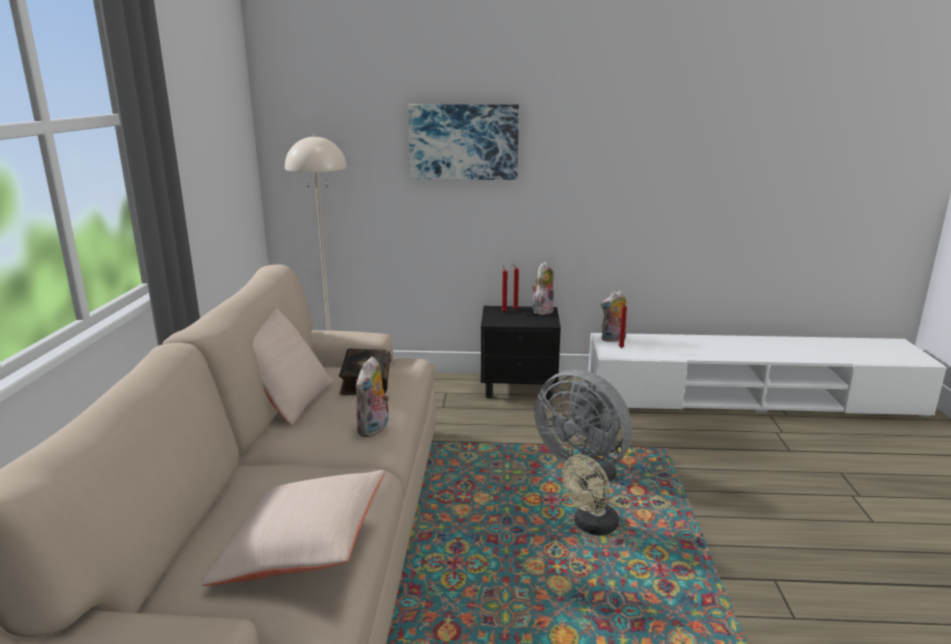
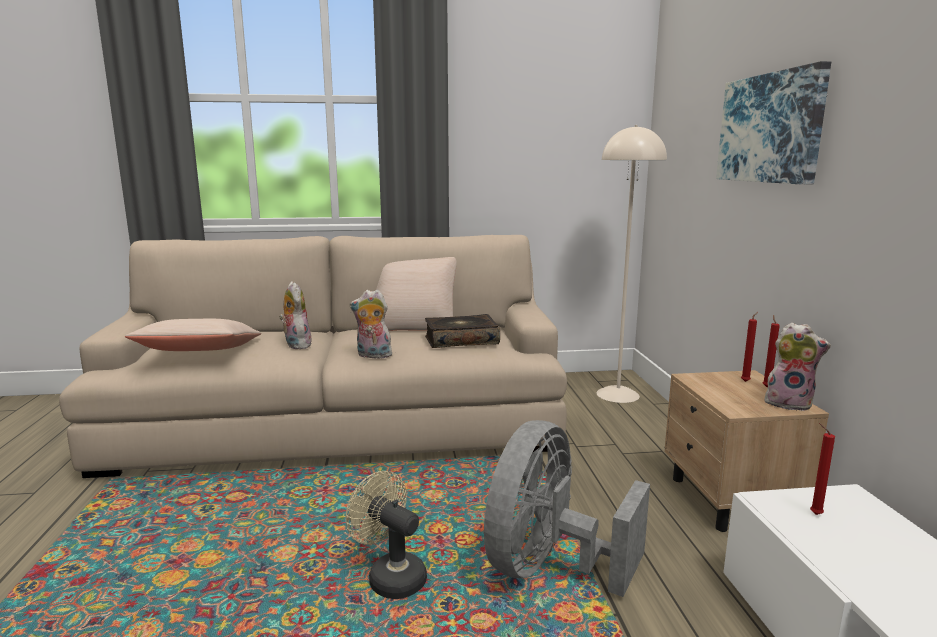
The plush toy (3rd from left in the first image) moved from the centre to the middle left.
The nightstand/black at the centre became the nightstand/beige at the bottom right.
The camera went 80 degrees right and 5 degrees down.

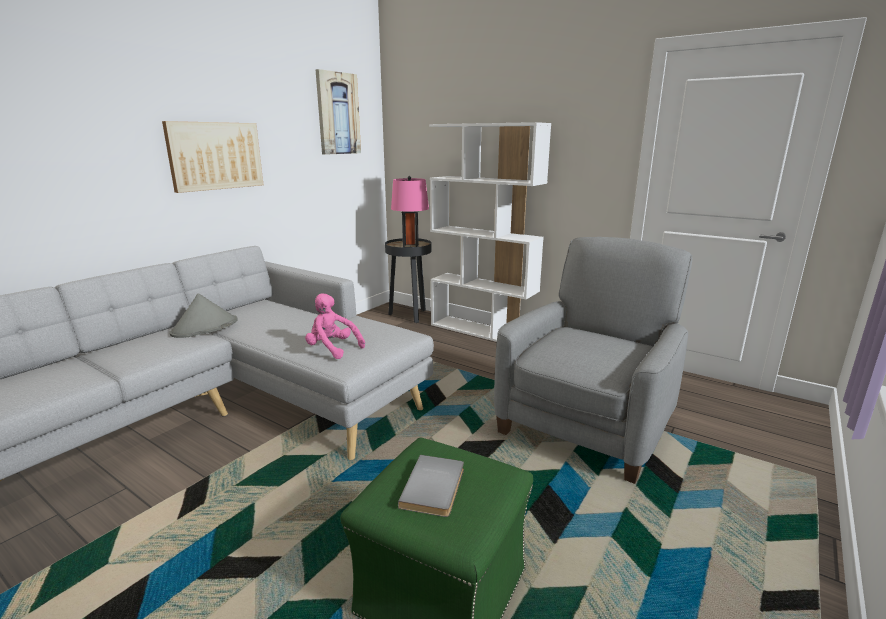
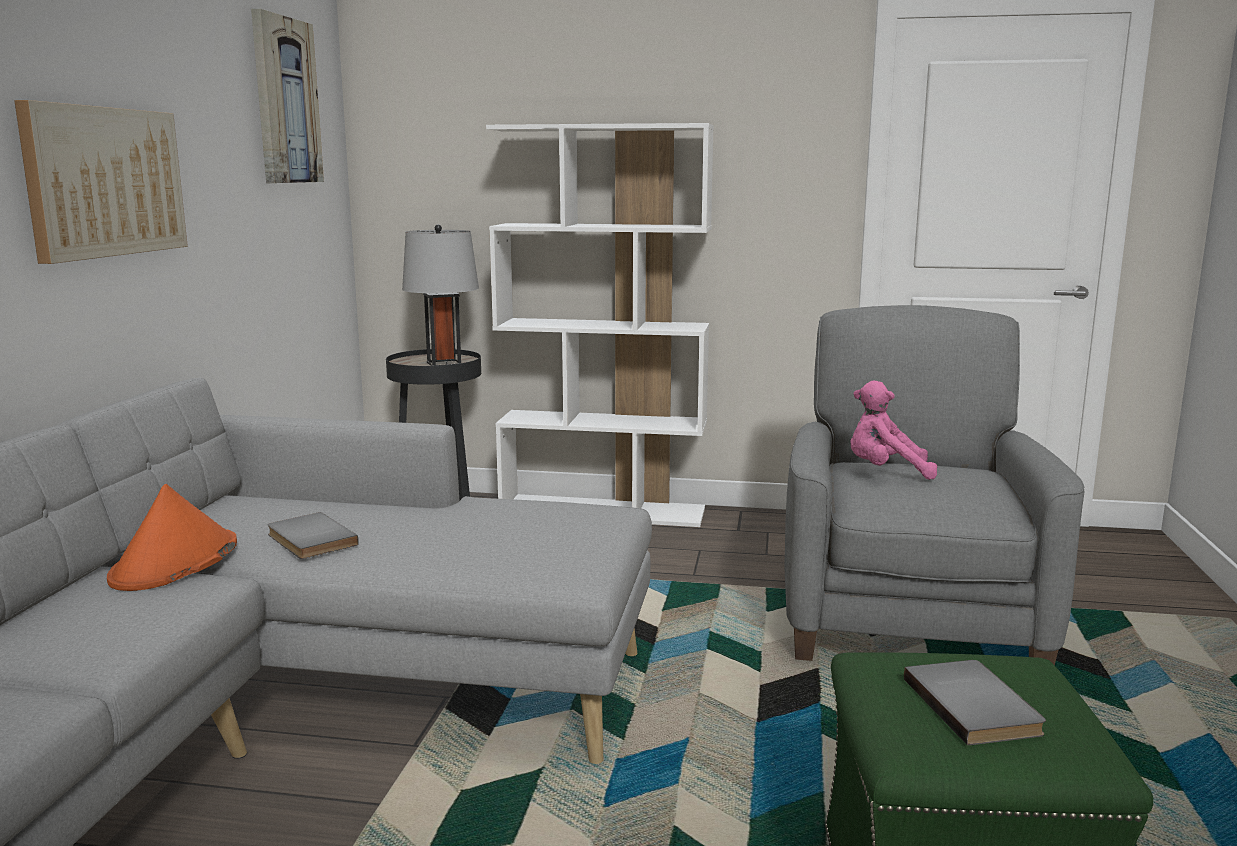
The table lamp/pink at the centre became the table lamp/grey at the centre.
The hat/grey at the middle left became the hat/orange at the middle left.
The plush toy/pink moved from the centre to the middle right.
The book/grey (1st from left) at the middle left appeared.
The camera went 25 degrees left and 5 degrees down.

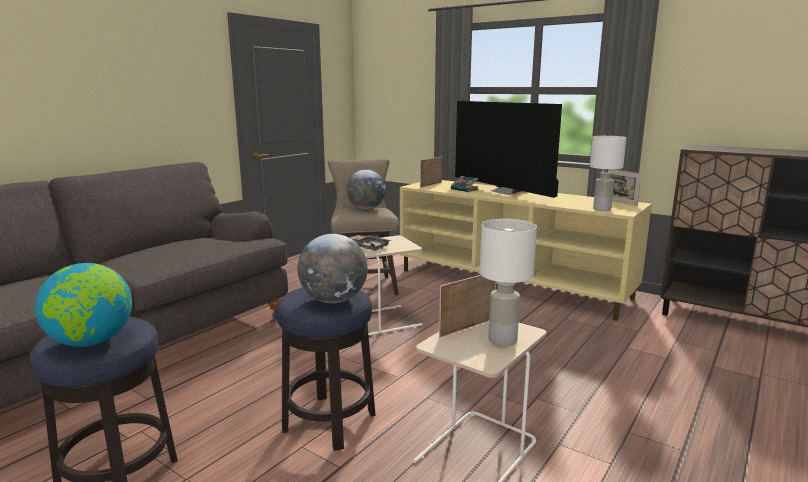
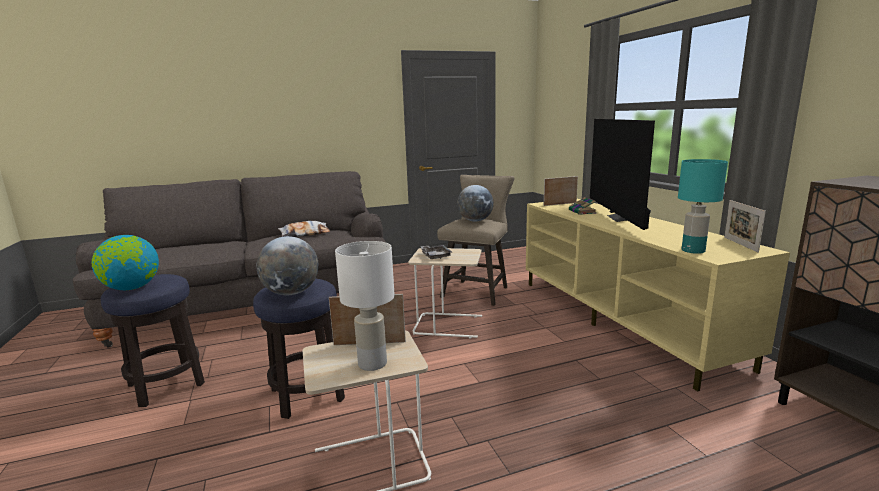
The table lamp/white (2nd from left) at the middle right became the table lamp/turquoise at the middle right.
The pillow at the centre appeared.
The camera went 35 degrees right and 0 degrees up.

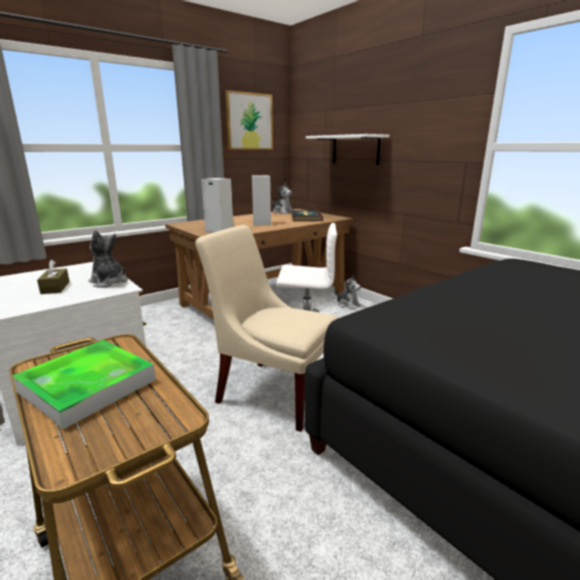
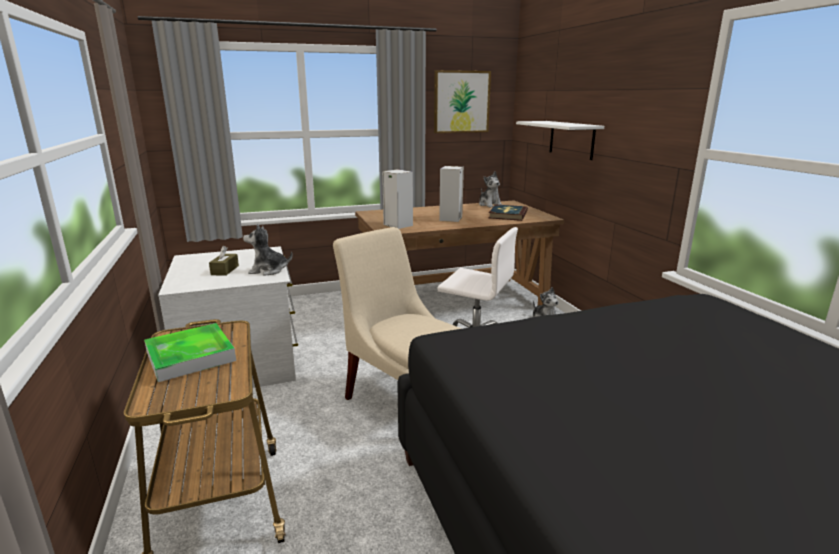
The plush toy (1st from left) at the middle left turned 60 degrees counterclockwise.
The camera went 20 degrees right and 0 degrees up.

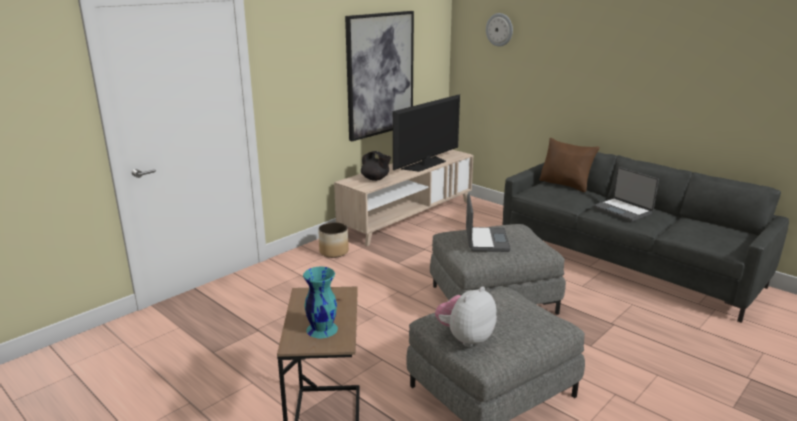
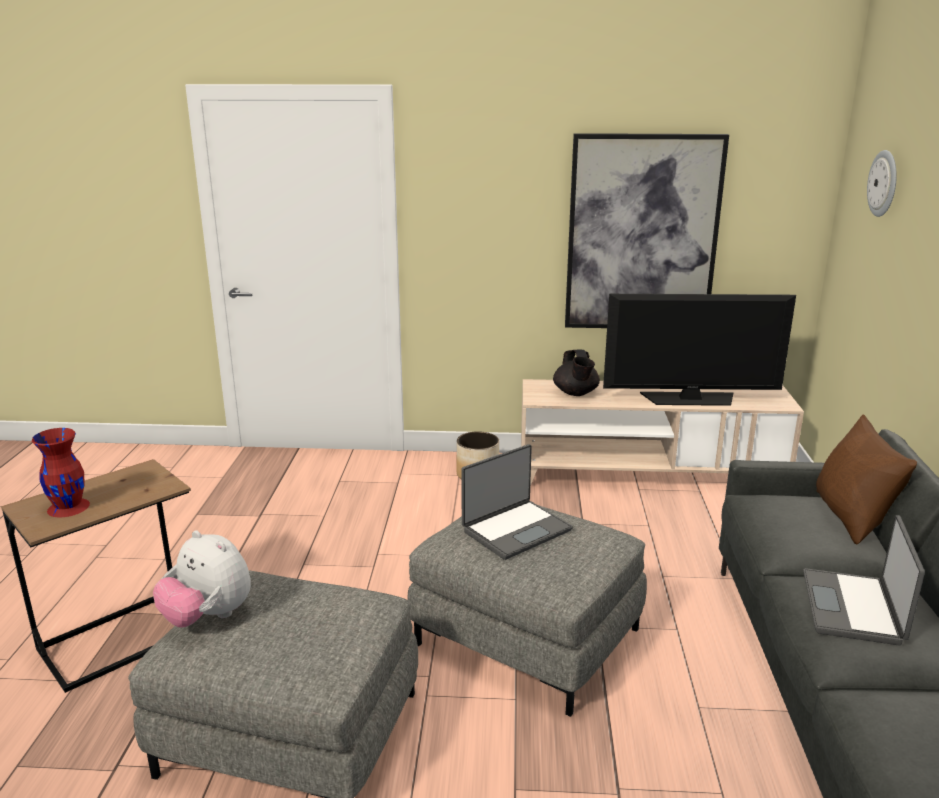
The vase/turquoise at the bottom centre became the vase/red at the middle left.
The plush toy at the bottom centre turned 150 degrees counterclockwise.
The camera went 50 degrees right and 0 degrees up.

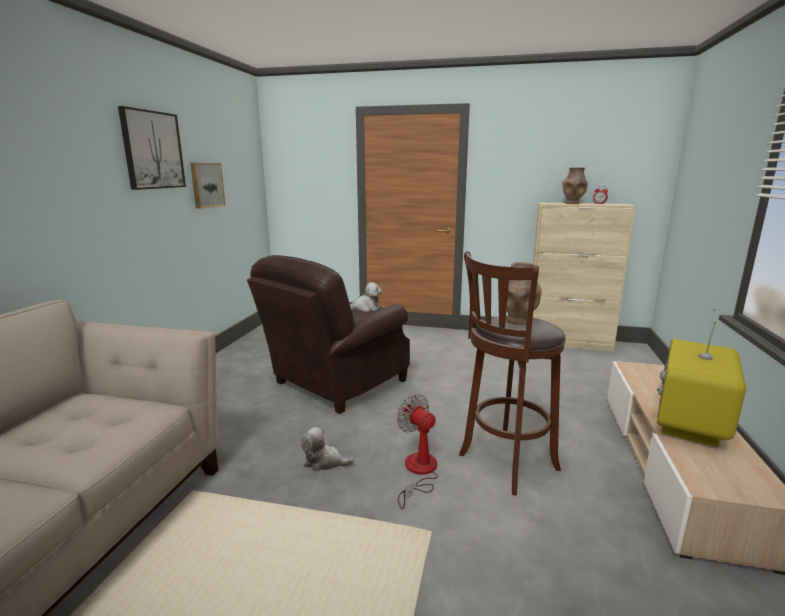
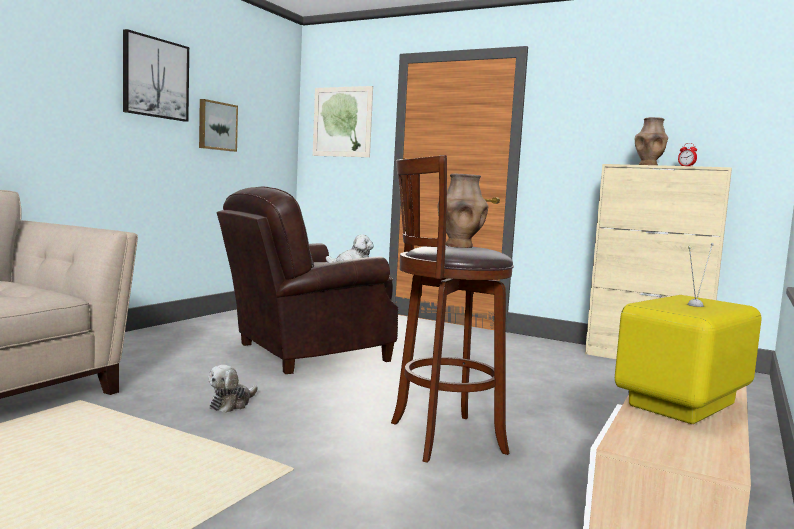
The fan at the bottom centre disappeared.
The plush toy (1st from left) at the bottom centre turned 90 degrees counterclockwise.
The picture (3rd from left) at the top centre appeared.
The camera went 15 degrees right and 10 degrees down.

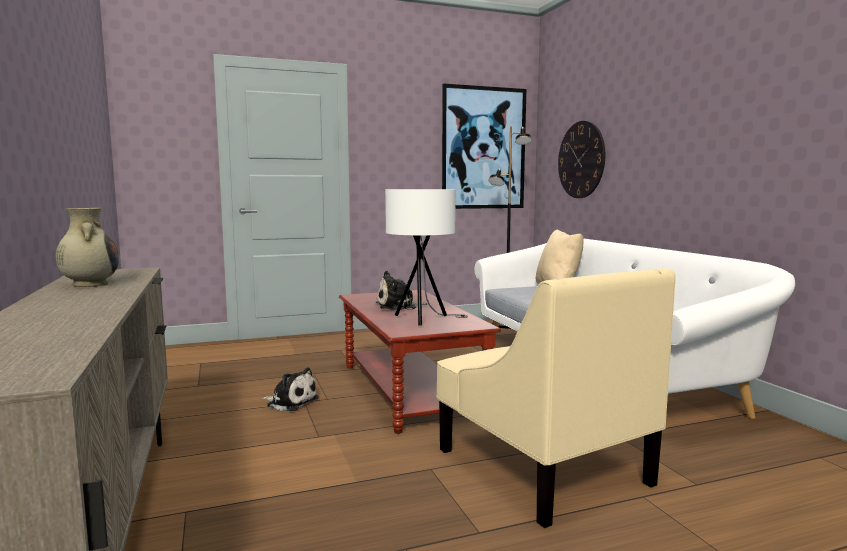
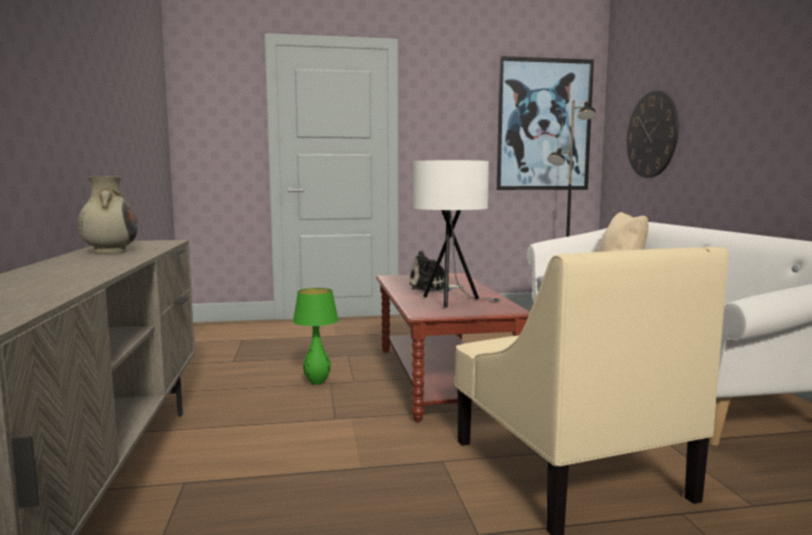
The plush toy (1st from left) at the bottom centre was replaced by the table lamp/green at the centre.
The camera went 10 degrees right and 0 degrees up.

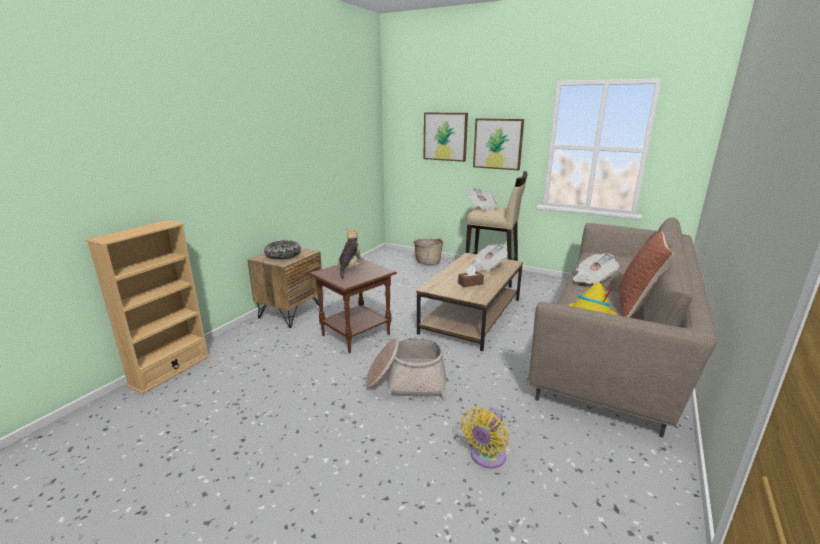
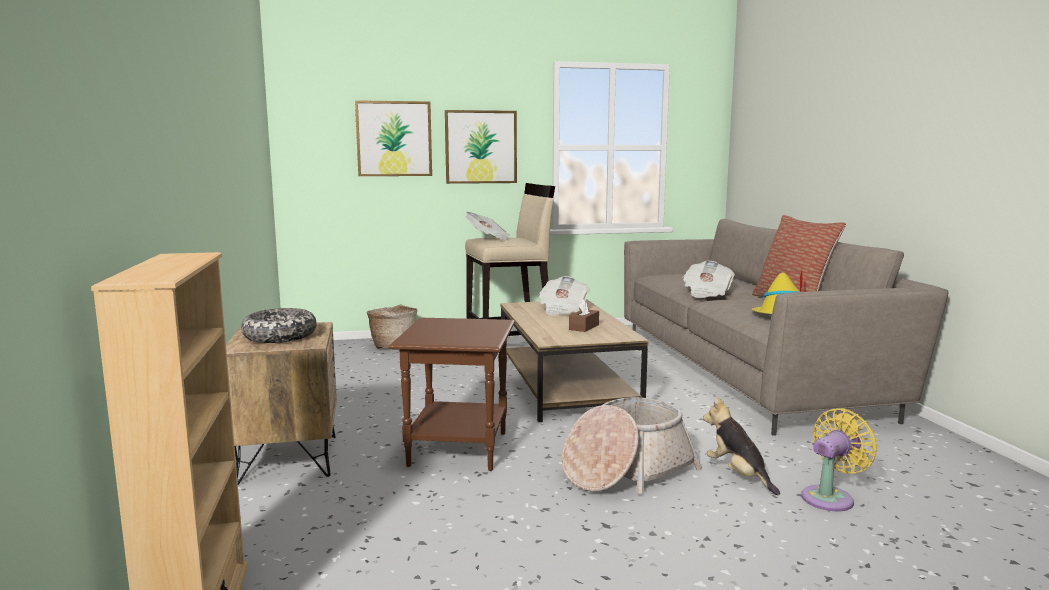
The plush toy moved from the centre to the bottom right.
The fan/yellow at the bottom centre turned 120 degrees counterclockwise.
The camera went 40 degrees left and 10 degrees down.

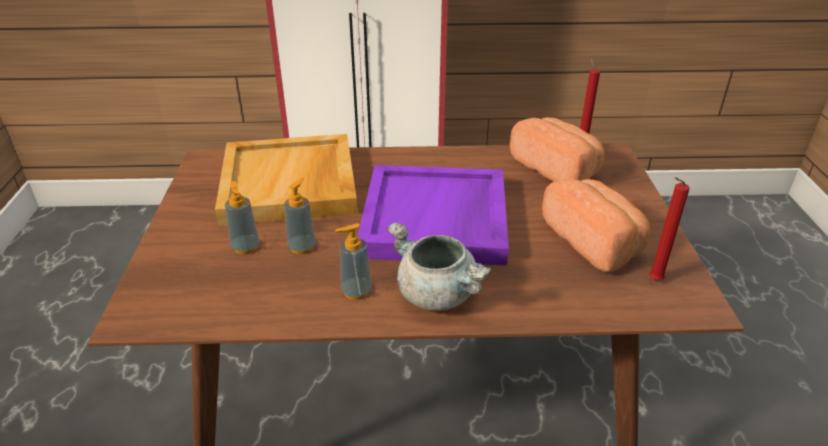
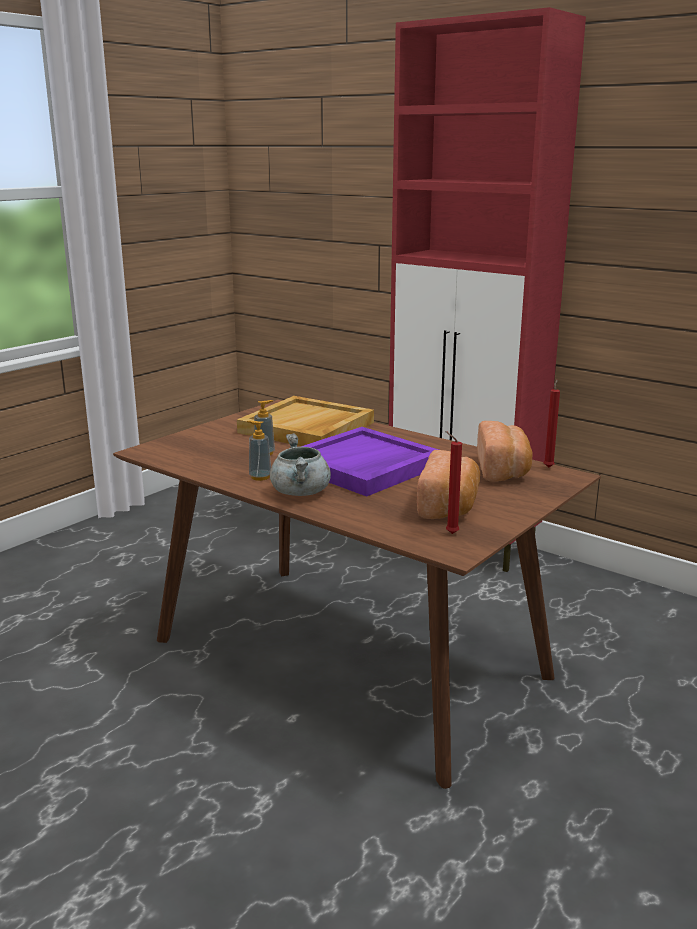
The soap dispenser (1st from left) at the middle left disappeared.
The camera went 40 degrees right and 15 degrees down.

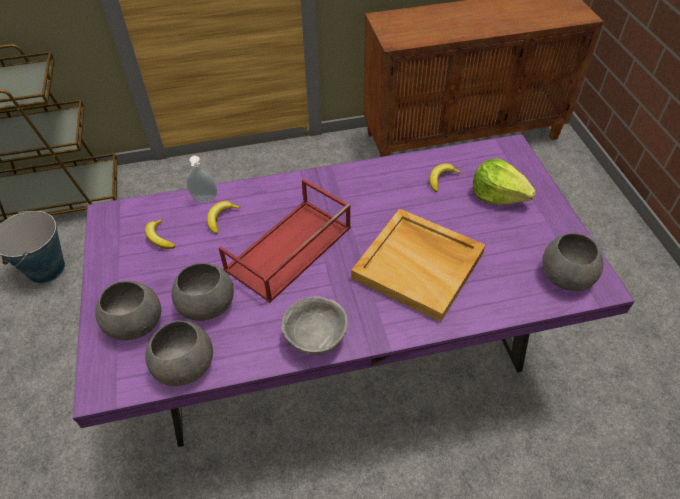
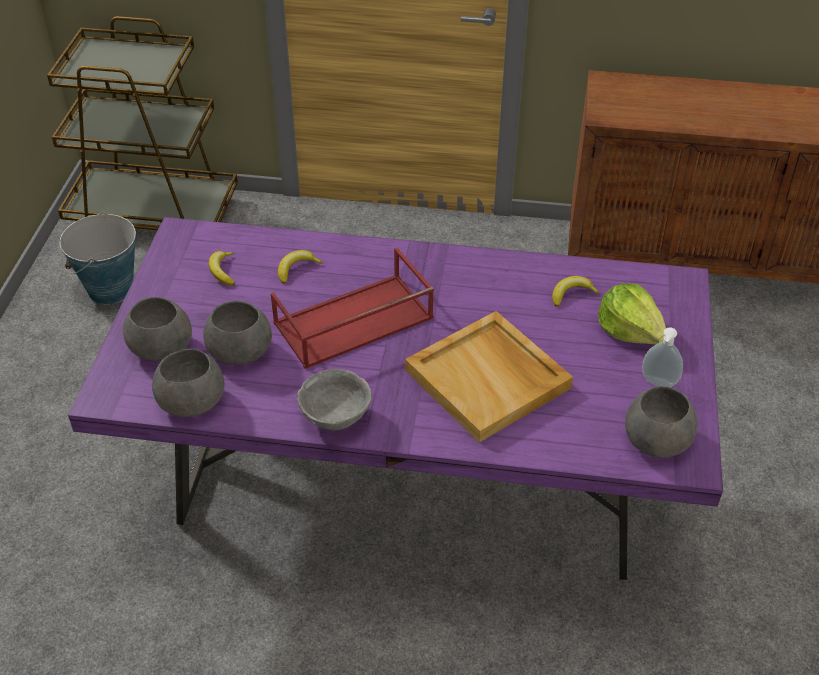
The soap dispenser moved from the middle left to the middle right.
The camera went 20 degrees right and 5 degrees down.

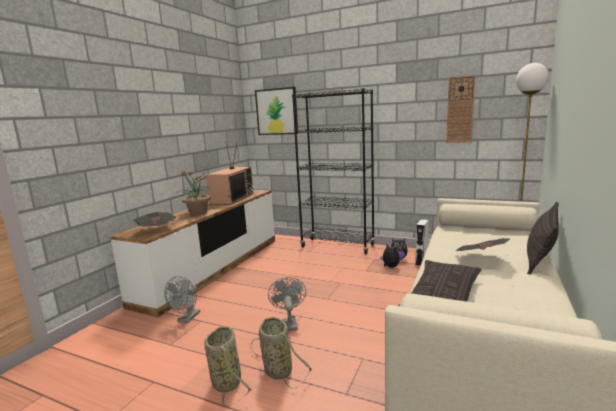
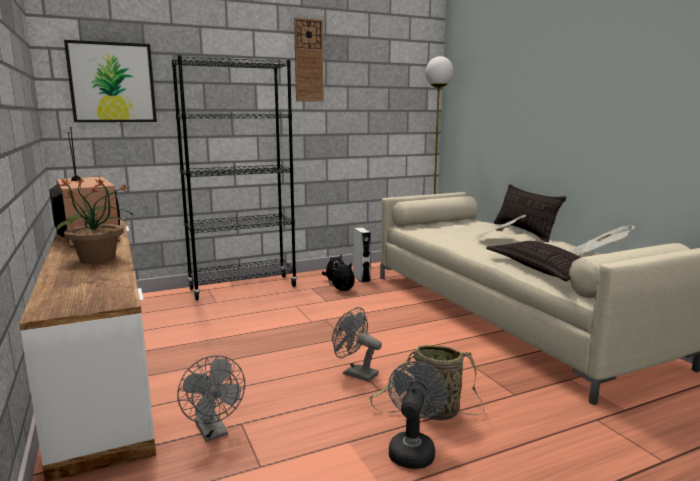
The wall clock moved from the top right to the top centre.
The newspaper (1st from left in the first image) moved from the middle left to the middle right.
The basket (1st from left) at the bottom centre was replaced by the fan/grey (3rd from left) at the bottom centre.
The camera went 50 degrees left and 0 degrees up.

